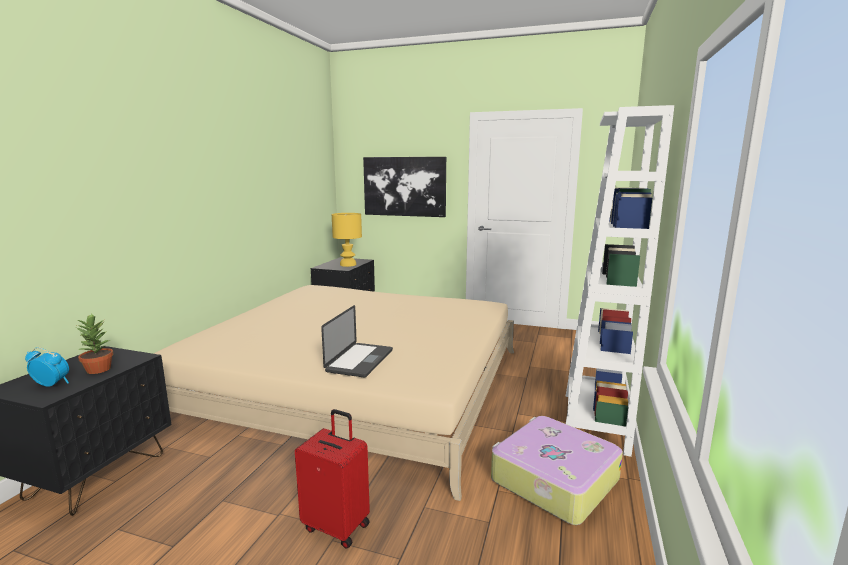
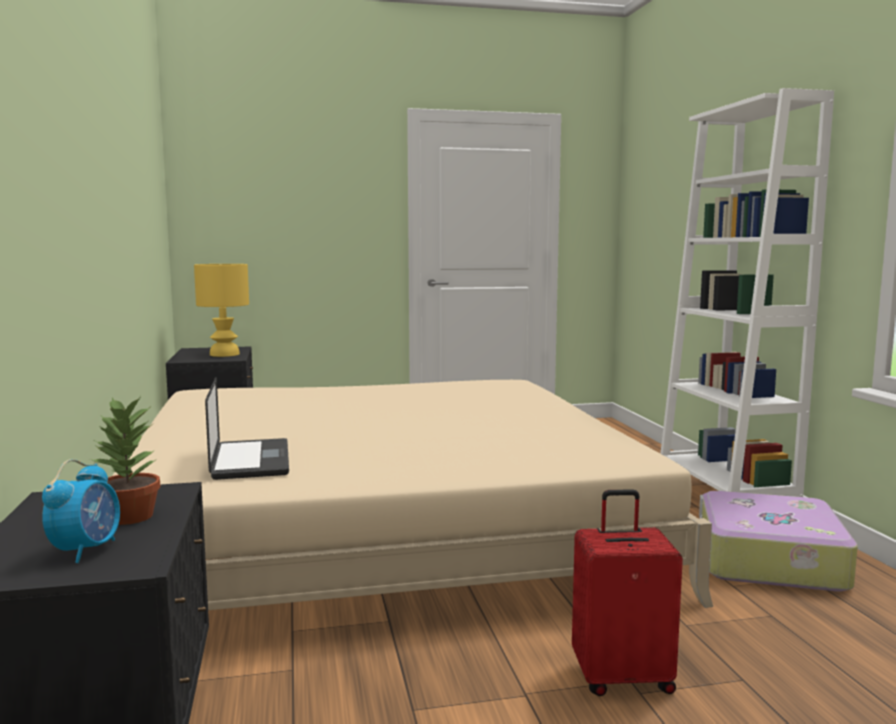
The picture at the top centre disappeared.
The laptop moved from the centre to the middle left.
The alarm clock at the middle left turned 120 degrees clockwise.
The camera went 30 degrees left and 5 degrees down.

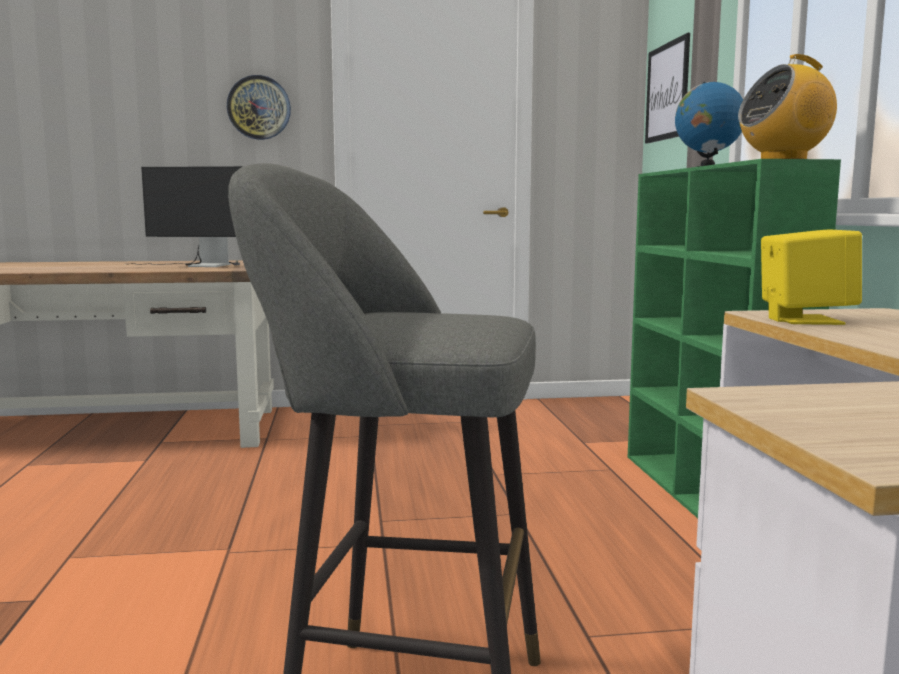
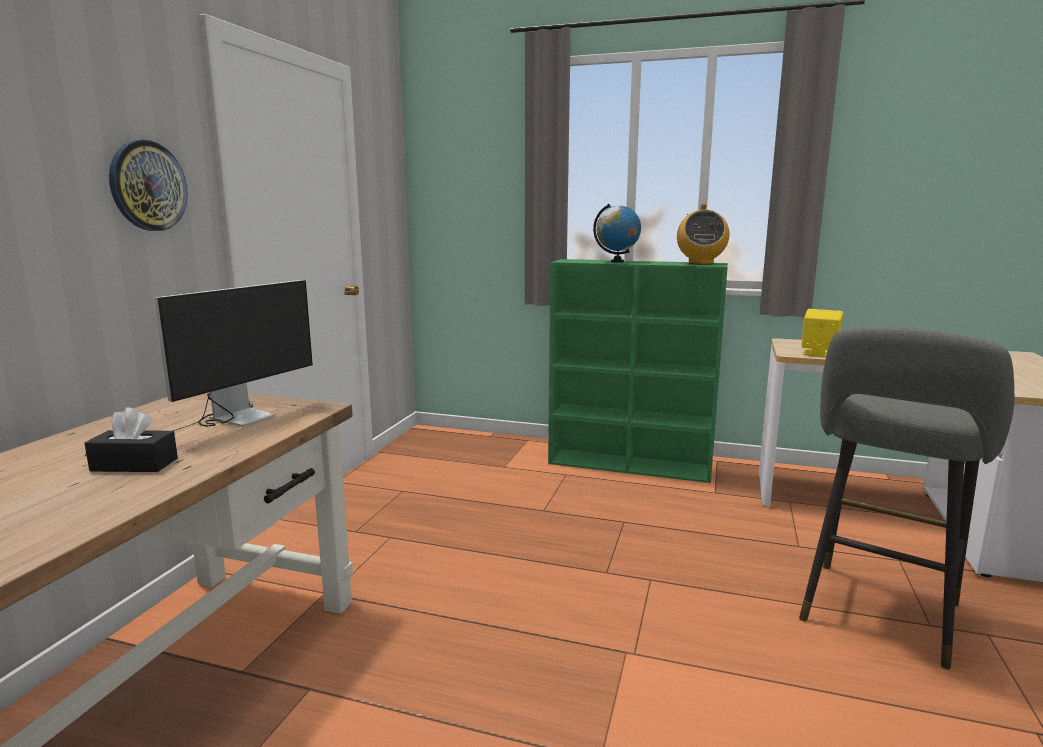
The picture at the top right disappeared.
The tissue box/black at the middle left appeared.
The camera went 65 degrees left and 5 degrees up.

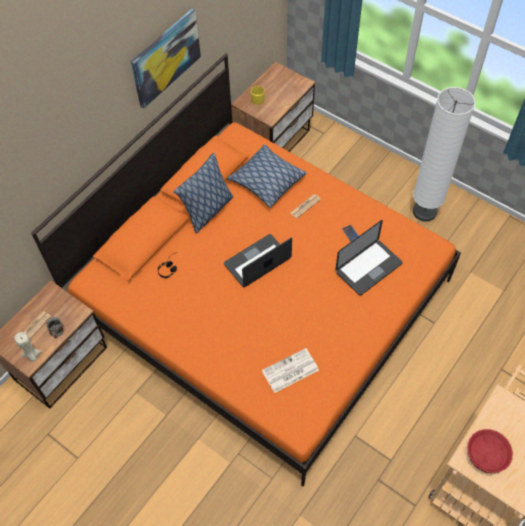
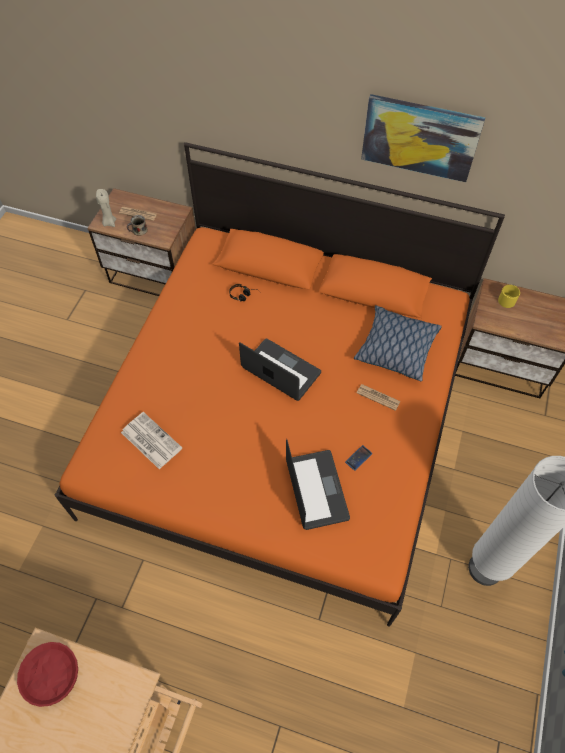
The pillow (1st from left) at the centre disappeared.
The laptop (2nd from left) at the middle right turned 135 degrees counterclockwise.
The camera went 70 degrees right and 0 degrees up.

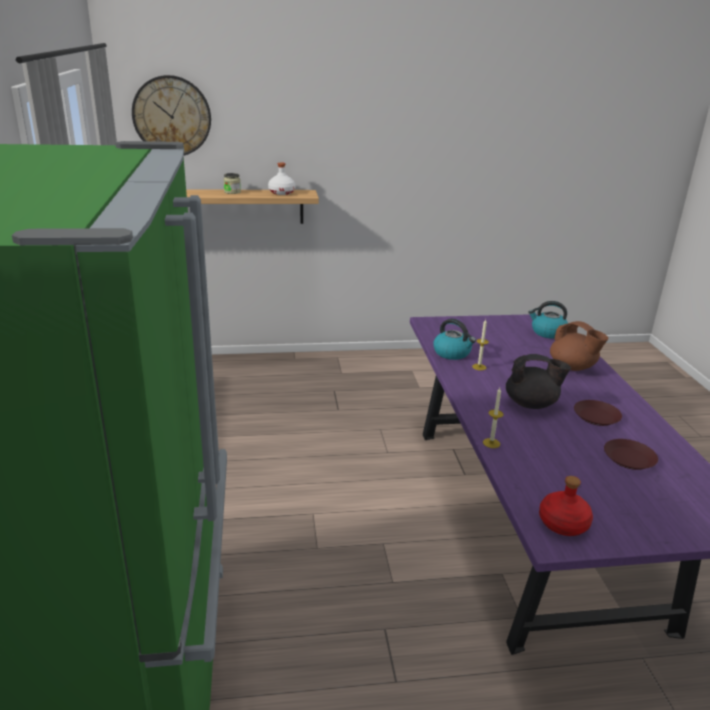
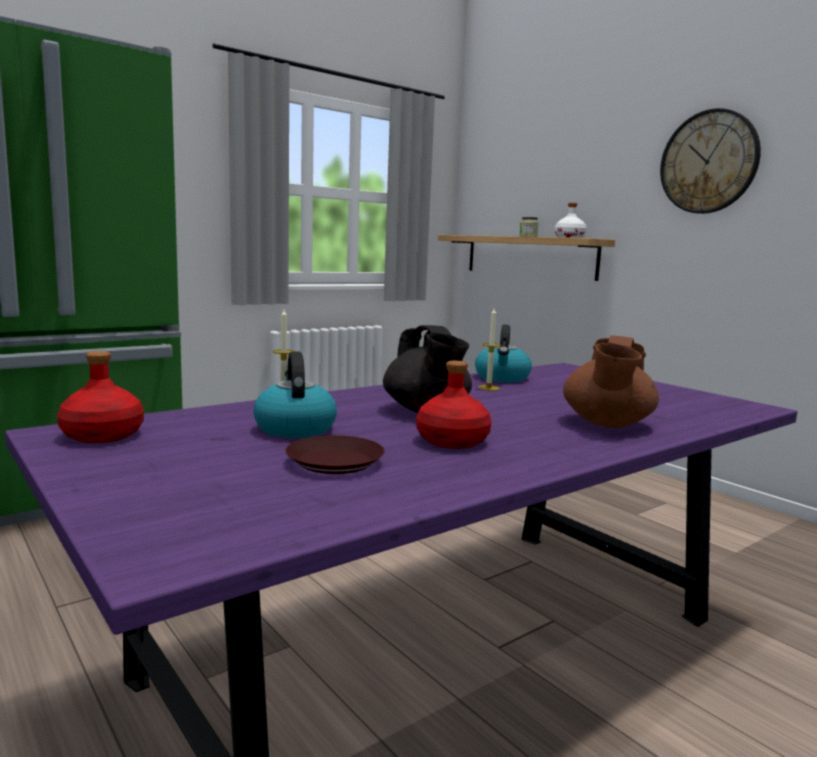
The wall clock moved from the top left to the top right.
The kettle (2nd from left in the first image) moved from the middle right to the centre.
The plate/brown (1st from left) at the middle right was replaced by the bottle/red (2nd from left) at the centre.
The camera went 60 degrees right and 15 degrees down.

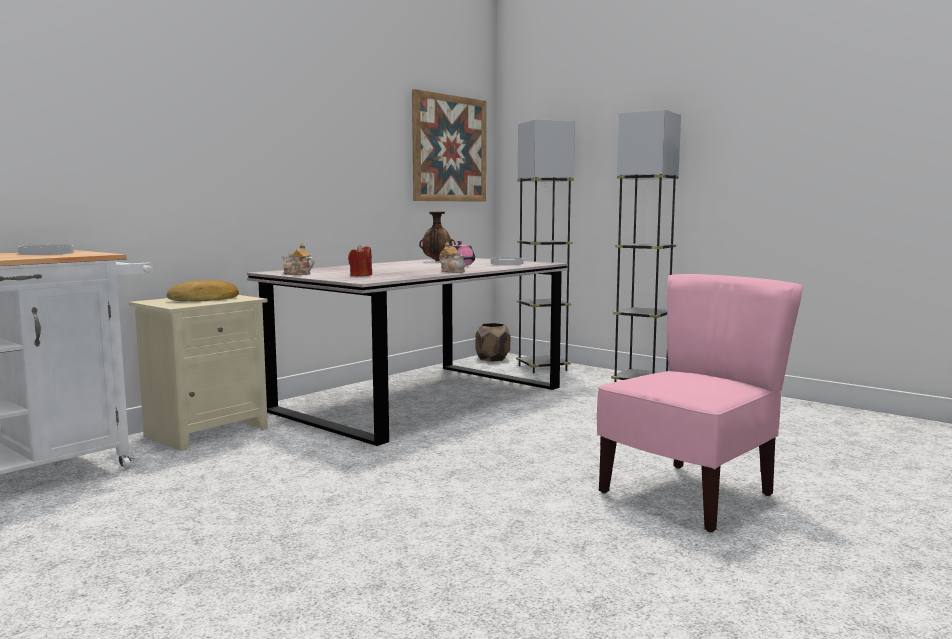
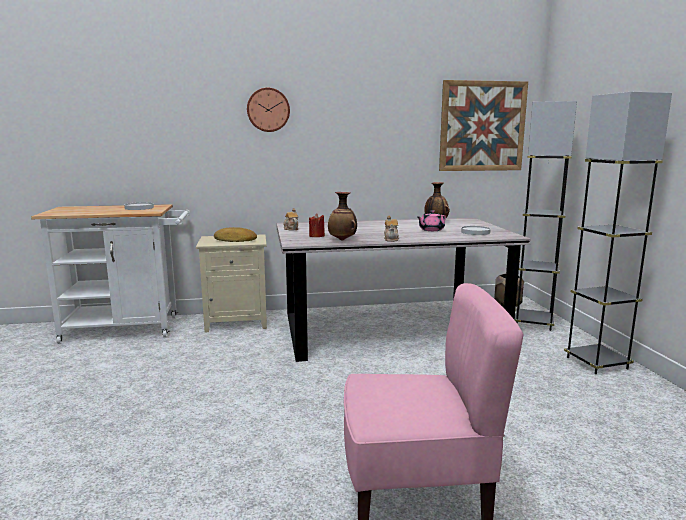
The wall clock at the top centre appeared.
The vase (1st from left) at the centre appeared.
The camera went 40 degrees right and 5 degrees up.

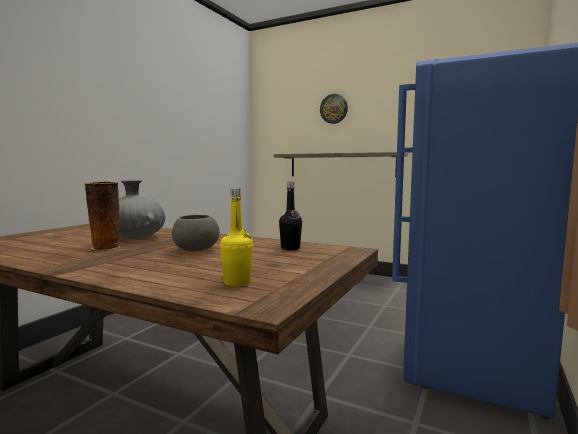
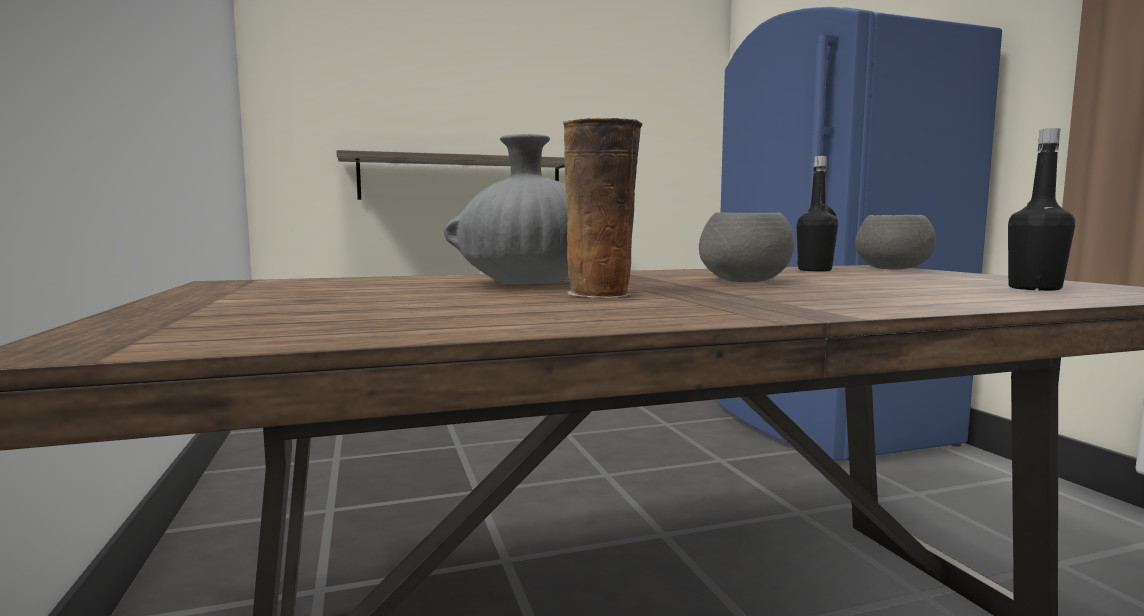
The wall clock at the top centre disappeared.
The bottle/yellow at the centre became the bottle/black (2nd from left) at the middle right.
The bowl/grey (2nd from left) at the middle right appeared.
The camera went 45 degrees left and 0 degrees up.

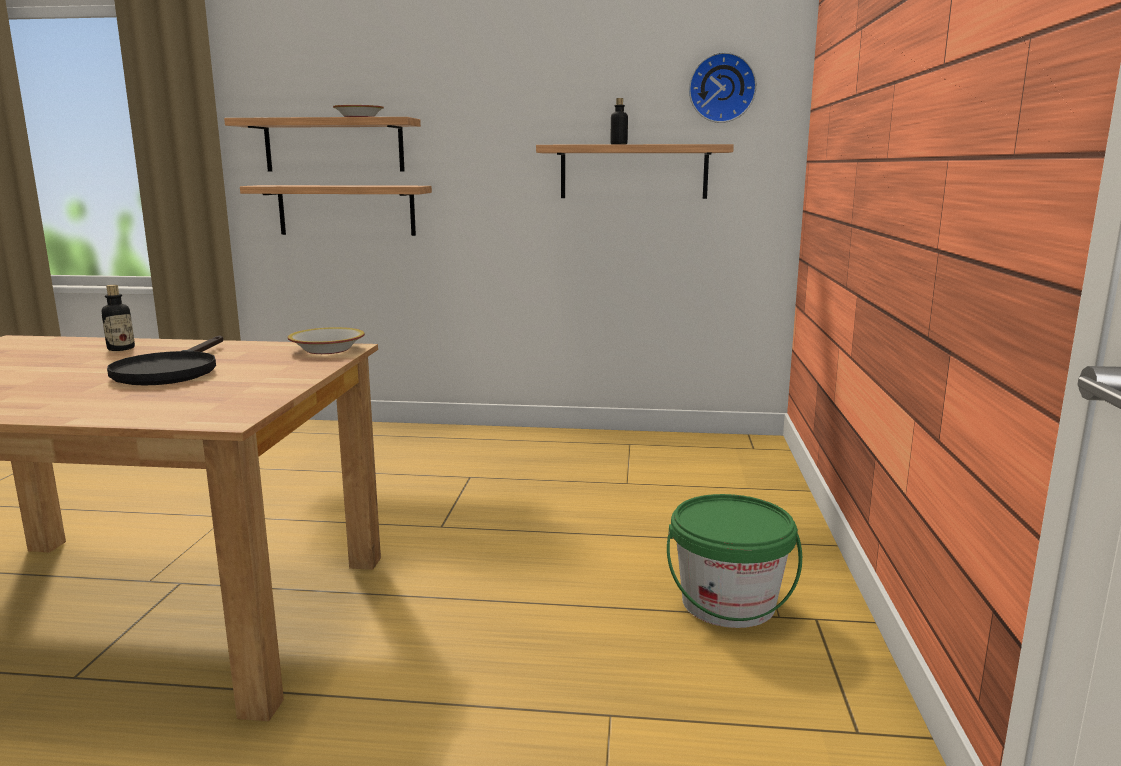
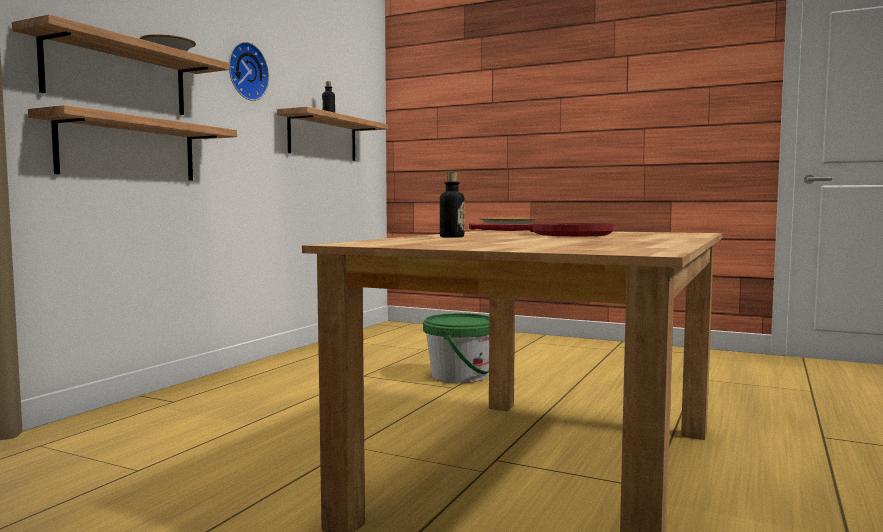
The wall clock moved from the top centre to the top left.
The frying pan/black at the middle left became the frying pan/red at the centre.
The bucket/green moved from the bottom centre to the centre.
The camera went 70 degrees left and 10 degrees down.

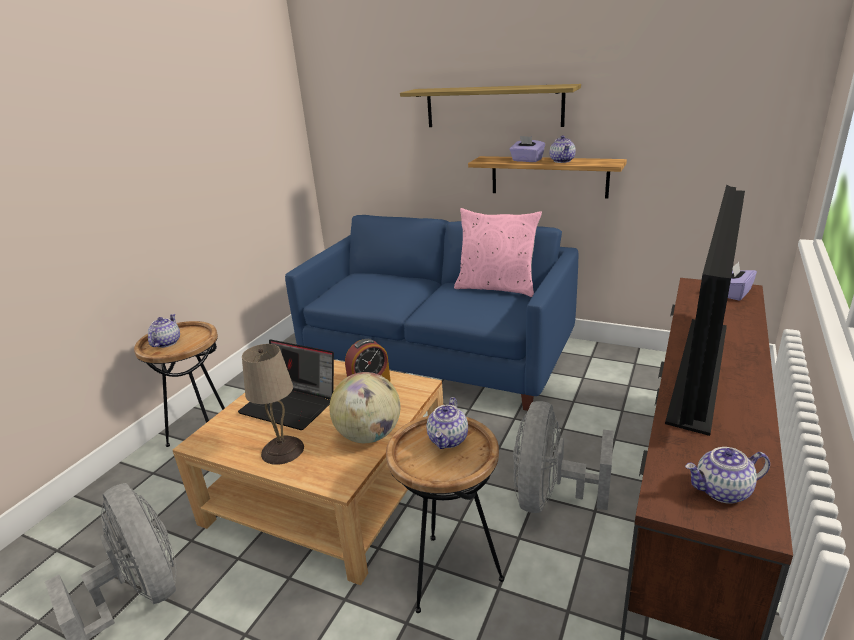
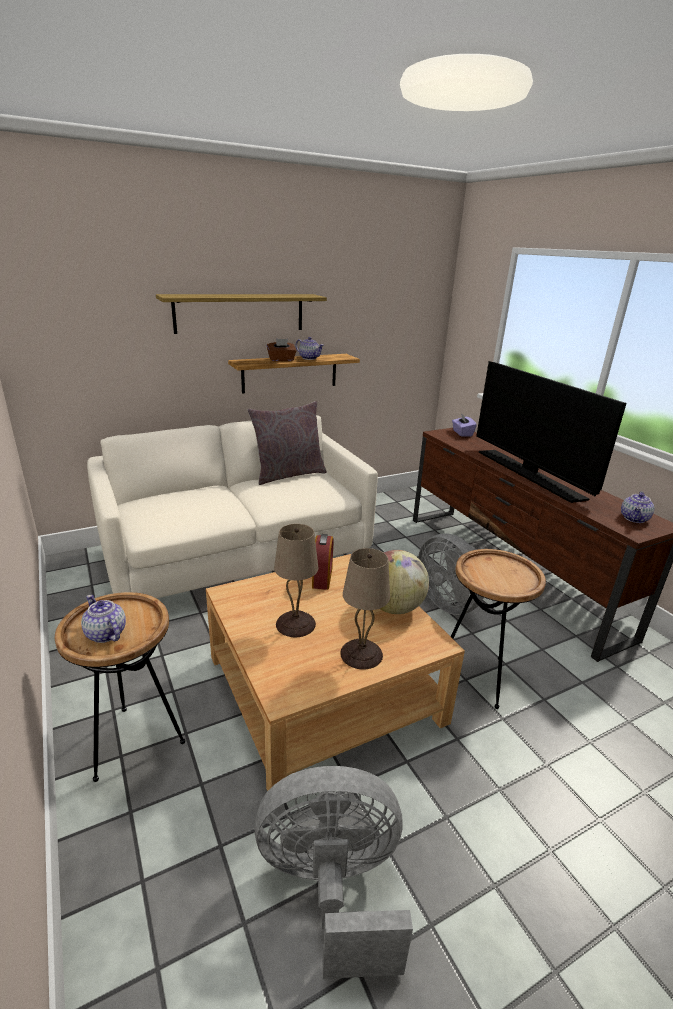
The tissue box/purple (1st from left) at the top centre became the tissue box/brown at the centre.
The pillow/pink at the centre became the pillow/grey at the centre.
The sofa/blue at the centre became the sofa/white at the centre.
The laptop at the centre was replaced by the table lamp/beige (1st from left) at the centre.
The teapot (2nd from left) at the centre disappeared.
The camera went 55 degrees left and 0 degrees up.

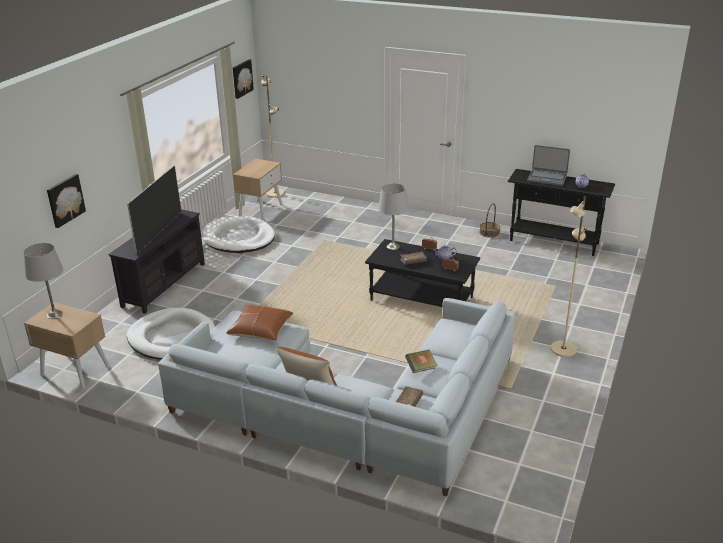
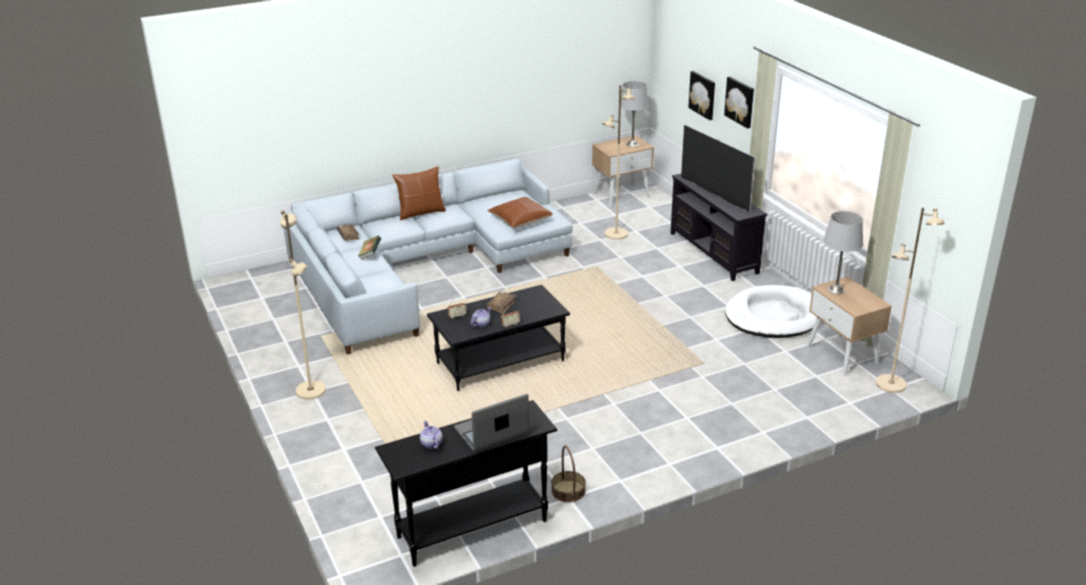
The picture (2nd from left) moved from the top centre to the top right.
The table lamp/grey (2nd from left) moved from the centre to the middle right.
The dog bed/white (1st from left) at the middle left was replaced by the floor lamp/beige (2nd from left) at the top centre.
The camera went 130 degrees right and 0 degrees up.

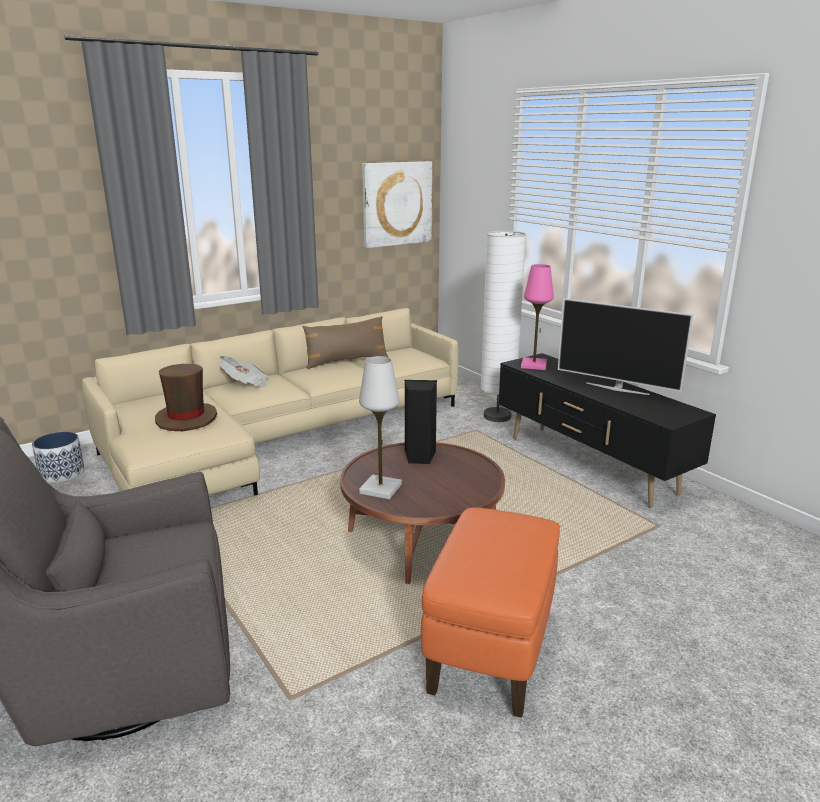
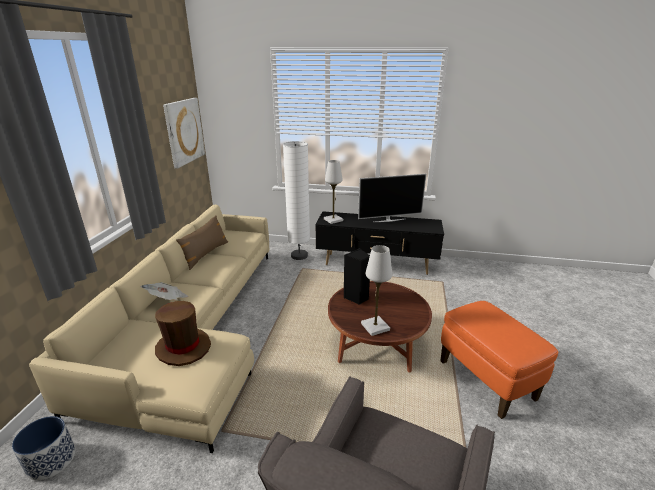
The table lamp/pink at the centre became the table lamp/white (1st from left) at the centre.
The camera went 45 degrees left and 5 degrees up.

